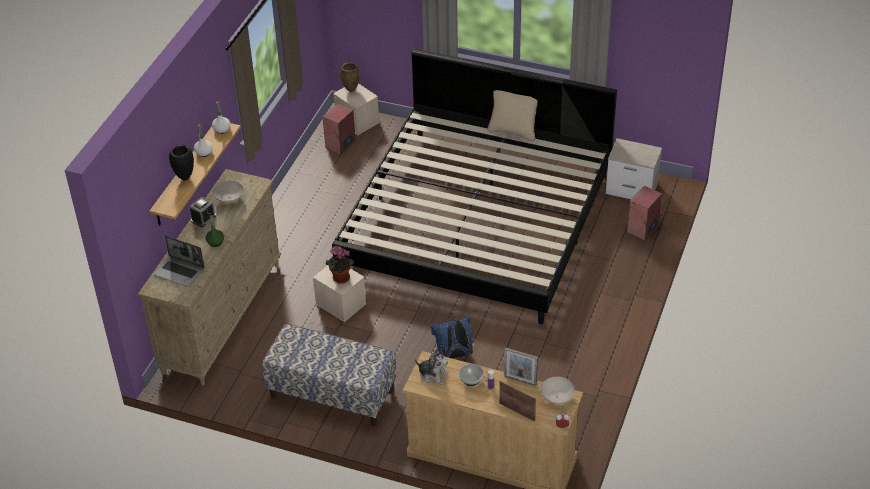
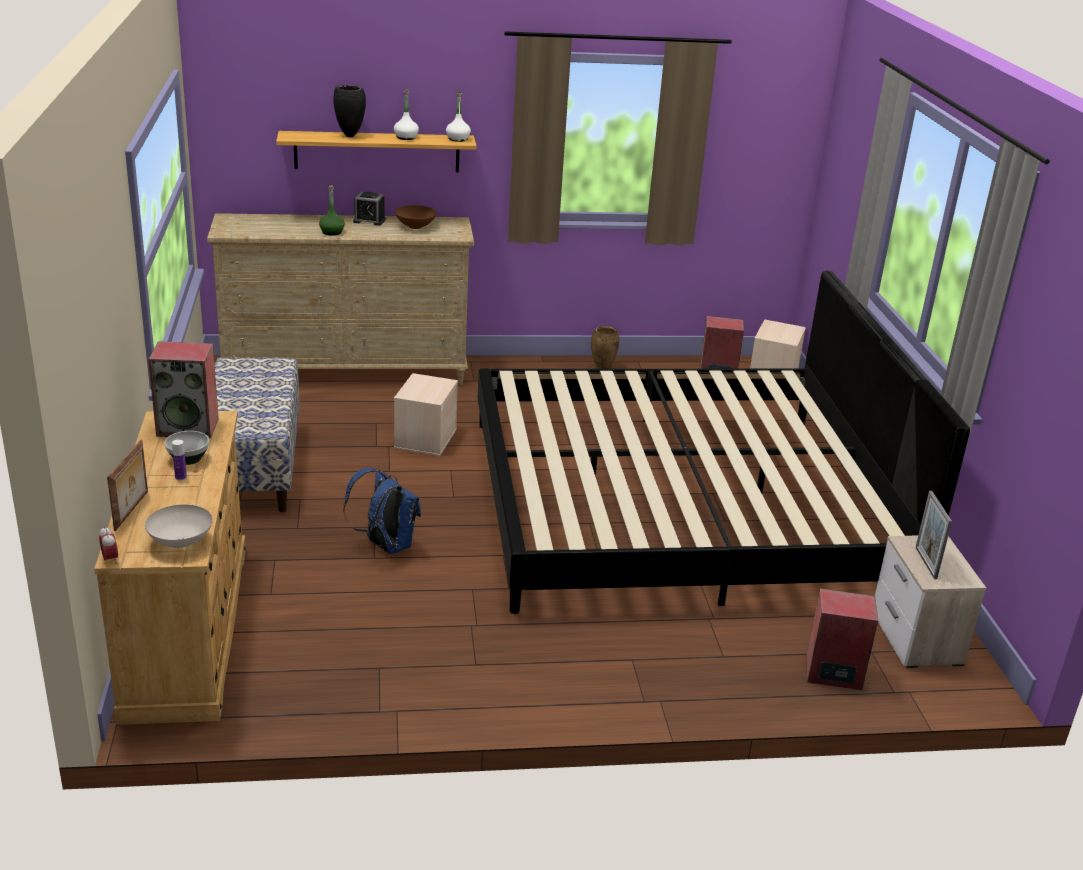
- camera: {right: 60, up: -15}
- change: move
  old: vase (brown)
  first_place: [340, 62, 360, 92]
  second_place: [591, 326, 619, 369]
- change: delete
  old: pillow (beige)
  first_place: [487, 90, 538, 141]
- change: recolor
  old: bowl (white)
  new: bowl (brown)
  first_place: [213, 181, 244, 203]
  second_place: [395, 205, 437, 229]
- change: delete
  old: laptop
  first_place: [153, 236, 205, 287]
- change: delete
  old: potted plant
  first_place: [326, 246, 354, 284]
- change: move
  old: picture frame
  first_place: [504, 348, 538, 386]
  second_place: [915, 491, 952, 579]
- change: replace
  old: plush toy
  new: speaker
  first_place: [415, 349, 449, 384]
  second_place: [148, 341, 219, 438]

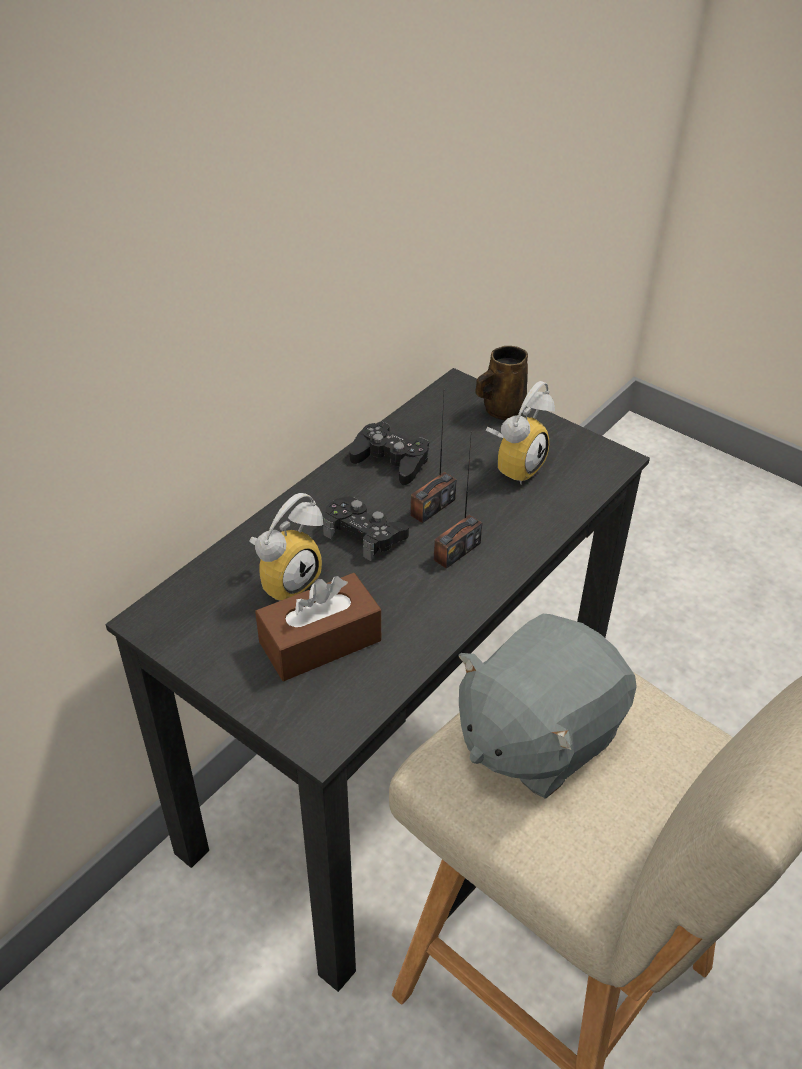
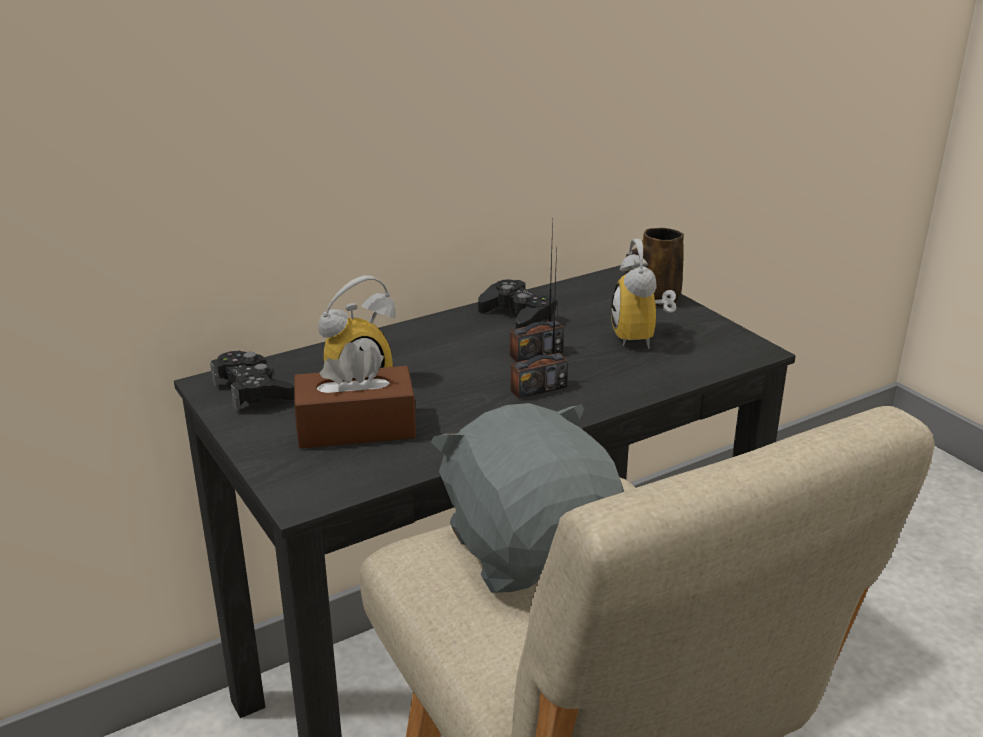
- camera: {right: 20, up: -15}
- change: rotate
  old: alarm clock
  first_place: [486, 381, 555, 485]
  second_place: [611, 239, 676, 349]
  degrees: 120
- change: move
  old: game controller (black)
  first_place: [323, 496, 409, 561]
  second_place: [210, 350, 294, 412]
- change: rotate
  old: plush toy (grey)
  first_place: [459, 614, 637, 799]
  second_place: [431, 403, 624, 593]
  degrees: 90

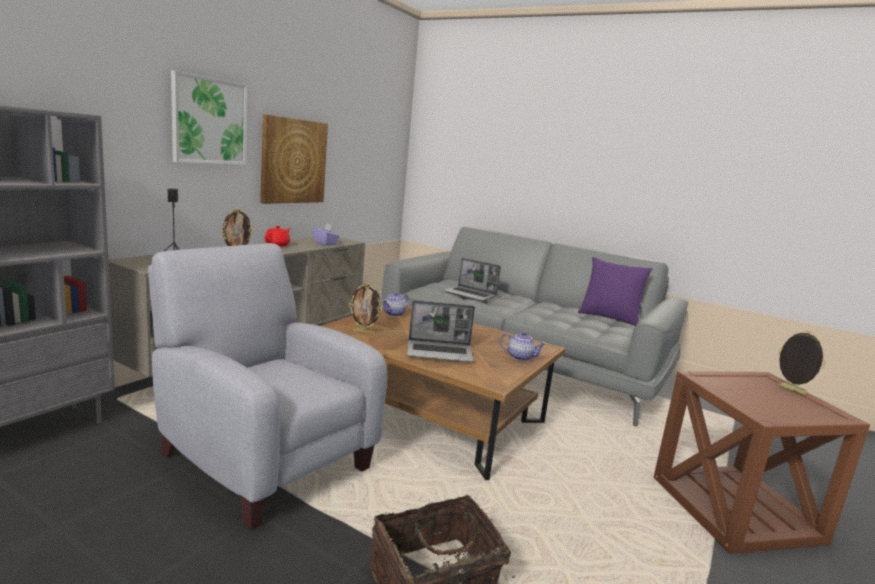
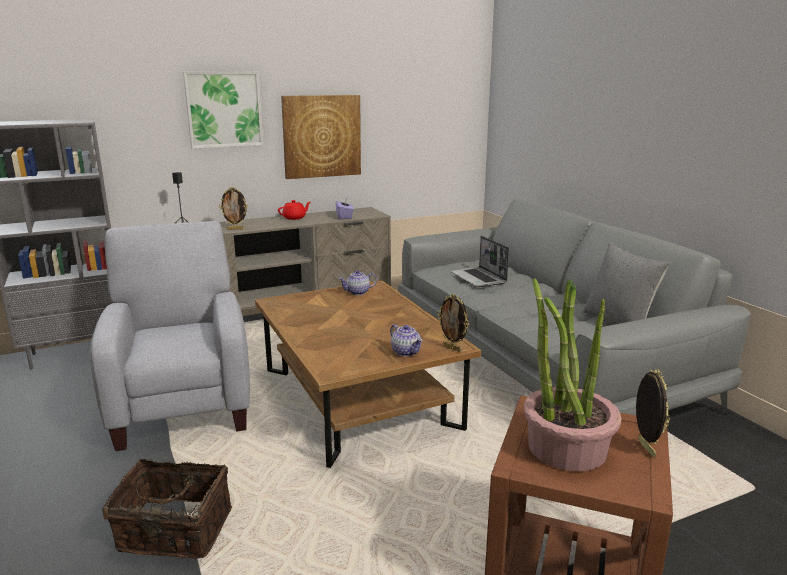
- camera: {right: 35, up: 5}
- change: recolor
  old: pillow (purple)
  new: pillow (grey)
  first_place: [578, 257, 653, 326]
  second_place: [583, 243, 670, 324]
- change: move
  old: picture frame
  first_place: [349, 283, 382, 334]
  second_place: [437, 294, 469, 352]
- change: delete
  old: laptop
  first_place: [407, 300, 475, 362]
- change: insert
  new: potted plant
  second_place: [524, 278, 622, 471]

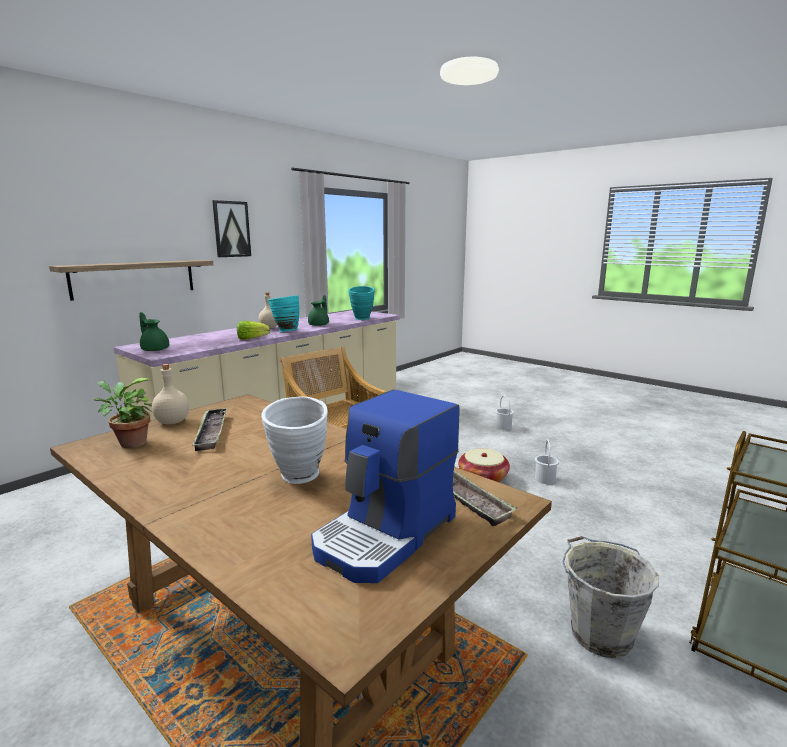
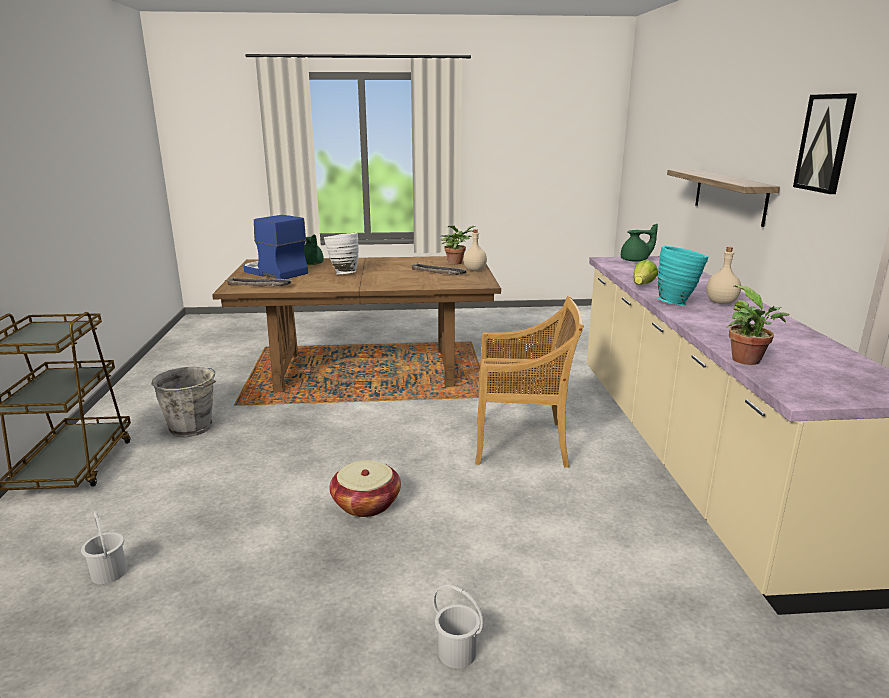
- camera: {right: 135, up: 5}
- change: replace
  old: vase (turquoise)
  new: potted plant
  first_place: [349, 286, 375, 320]
  second_place: [726, 285, 789, 365]
- change: move
  old: teapot (green)
  first_place: [308, 295, 329, 326]
  second_place: [304, 234, 324, 265]
- change: rotate
  old: coffee machine
  first_place: [311, 390, 460, 583]
  second_place: [244, 215, 308, 279]
  degrees: -45
- change: move
  old: bucket (white)
  first_place: [535, 439, 559, 484]
  second_place: [81, 511, 127, 584]

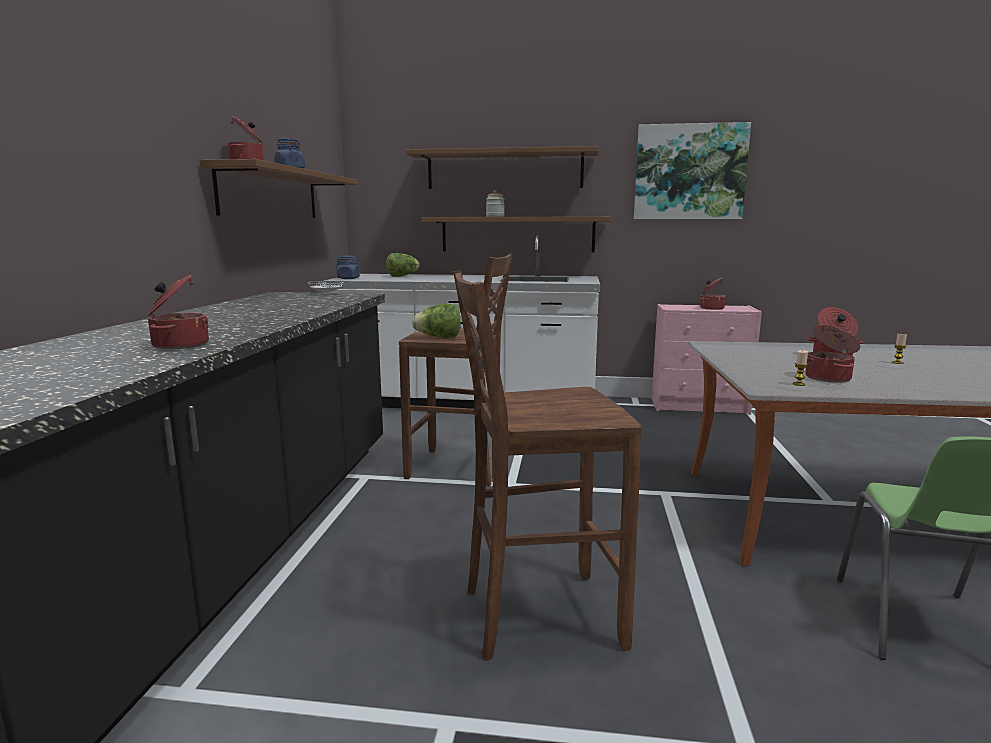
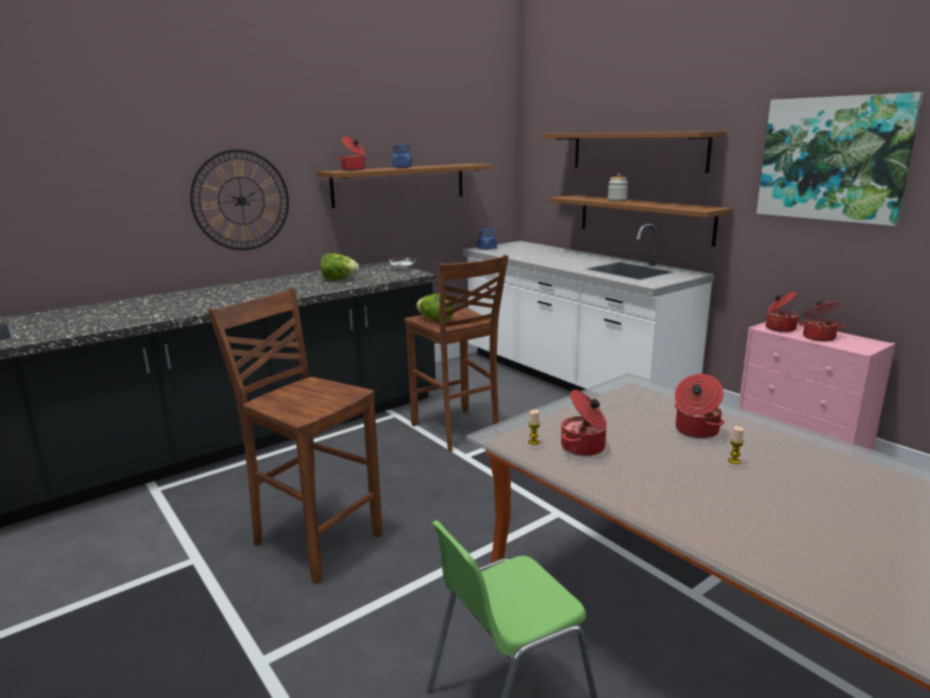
- camera: {right: 45, up: 5}
- change: move
  old: lettuce
  first_place: [386, 253, 420, 277]
  second_place: [321, 253, 359, 280]
- change: move
  old: cooking pot
  first_place: [147, 274, 209, 349]
  second_place: [766, 292, 799, 332]
- change: insert
  new: wall clock
  second_place: [190, 149, 289, 250]

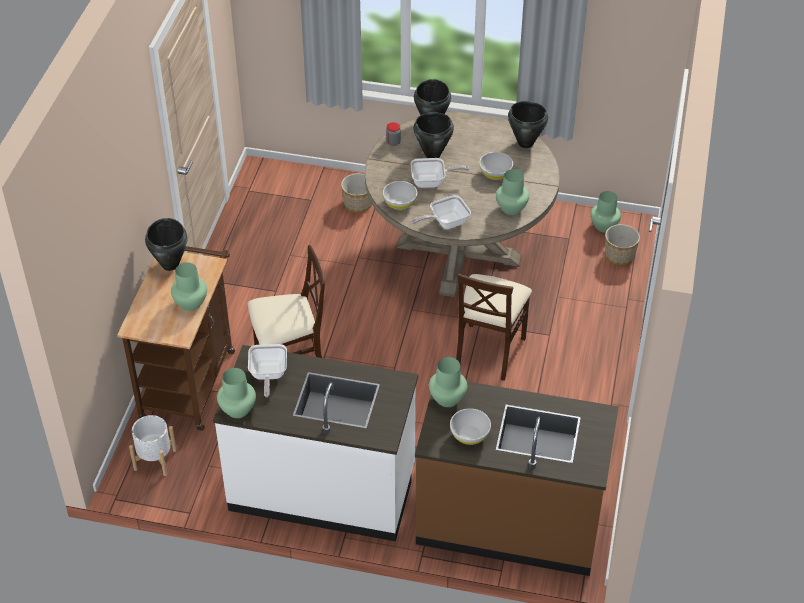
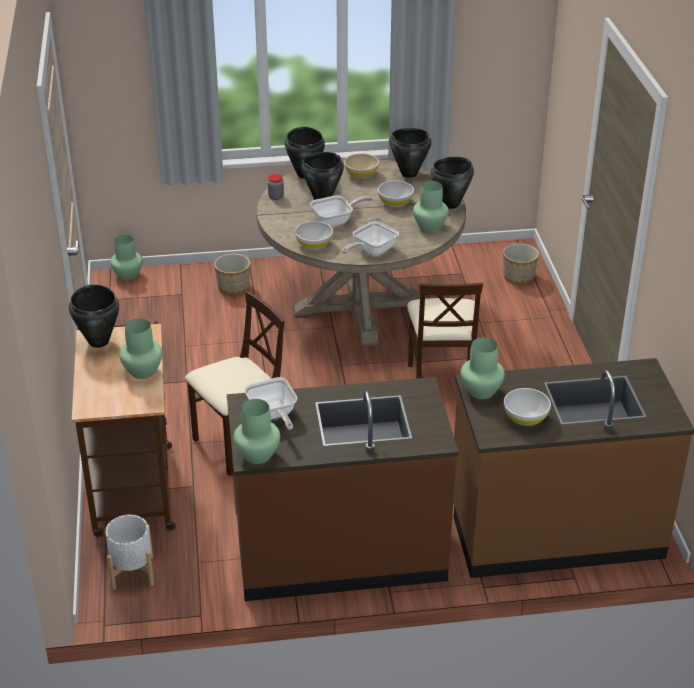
- camera: {right: -20, up: -10}
- change: move
  old: vase (green)
  first_place: [591, 191, 621, 232]
  second_place: [110, 235, 143, 281]
- change: recolor
  old: counter (white)
  new: counter (brown)
  first_place: [213, 345, 418, 541]
  second_place: [227, 377, 458, 601]
- change: insert
  new: bowl (beige)
  second_place: [344, 153, 379, 179]
- change: insert
  new: cooking pot (black)
  second_place: [431, 157, 474, 209]

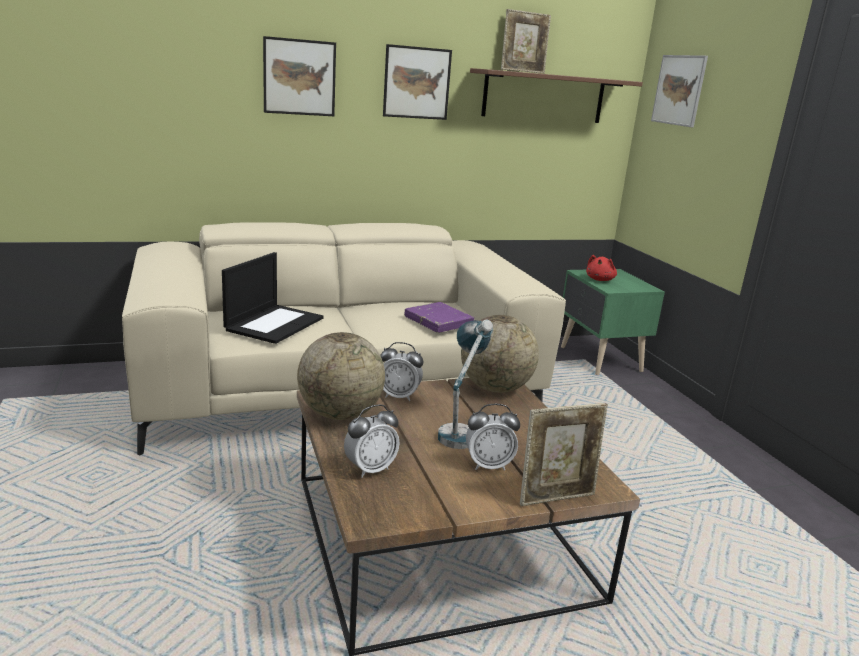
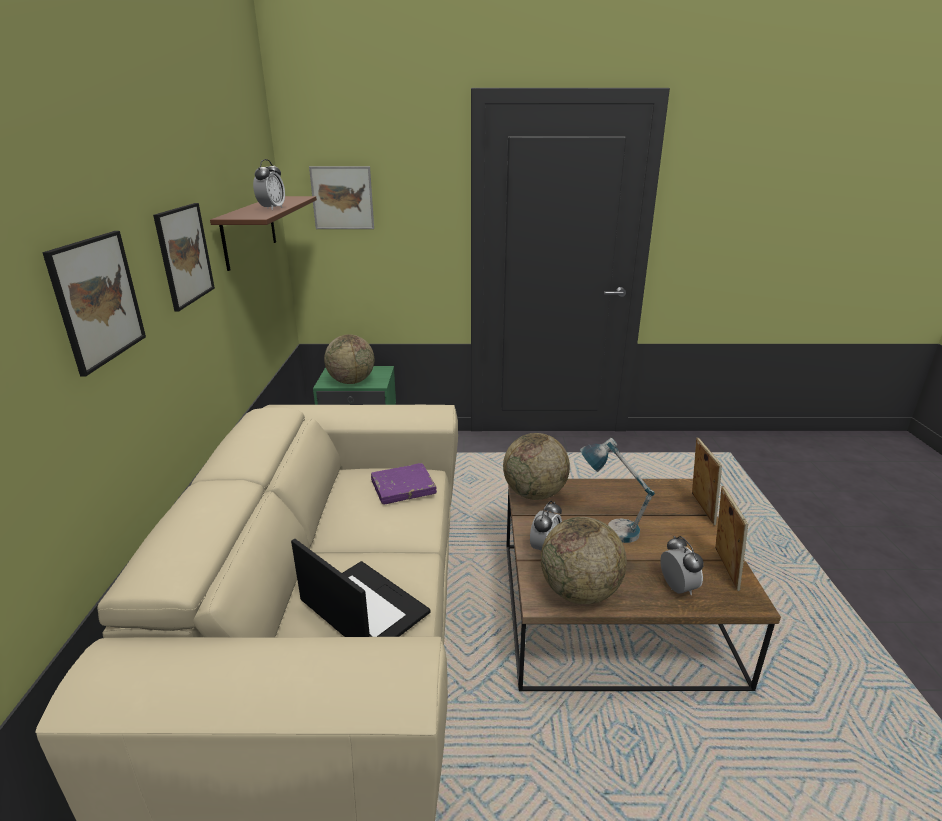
- camera: {right: -70, up: 5}
- change: move
  old: picture frame
  first_place: [501, 9, 551, 74]
  second_place: [715, 486, 748, 591]
- change: replace
  old: plush toy (red)
  new: globe
  first_place: [586, 255, 617, 281]
  second_place: [324, 334, 374, 384]
- change: move
  old: alarm clock
  first_place: [466, 404, 520, 471]
  second_place: [253, 159, 285, 210]

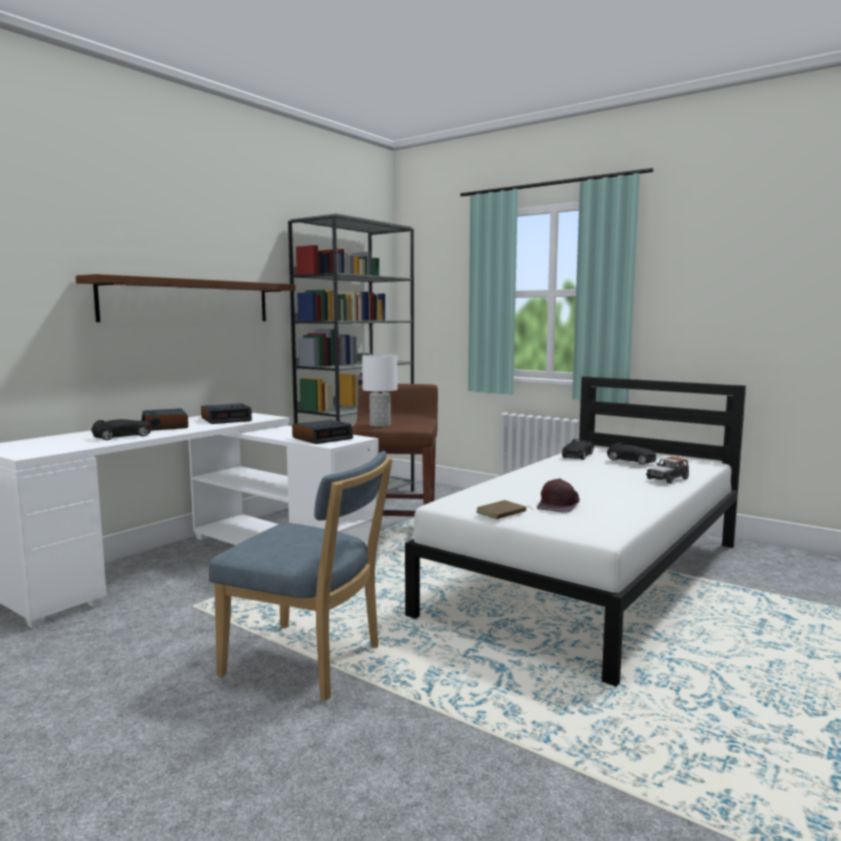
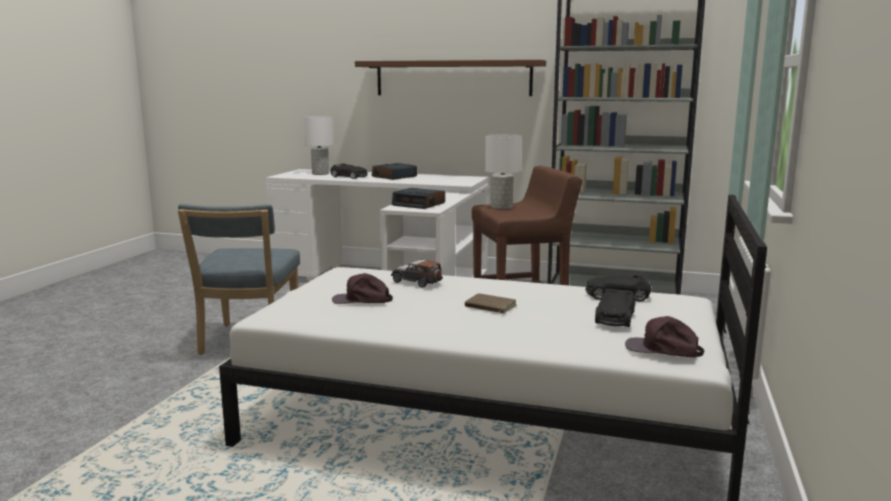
- camera: {right: 70, up: 5}
- change: delete
  old: alarm clock
  first_place: [201, 403, 252, 424]
- change: move
  old: toy car
  first_place: [646, 457, 689, 484]
  second_place: [391, 260, 443, 288]
- change: move
  old: book (brown)
  first_place: [476, 500, 533, 519]
  second_place: [465, 293, 517, 314]
- change: insert
  new: table lamp (white)
  second_place: [304, 116, 334, 175]
- change: insert
  new: cap (brown)
  second_place: [625, 316, 704, 358]

